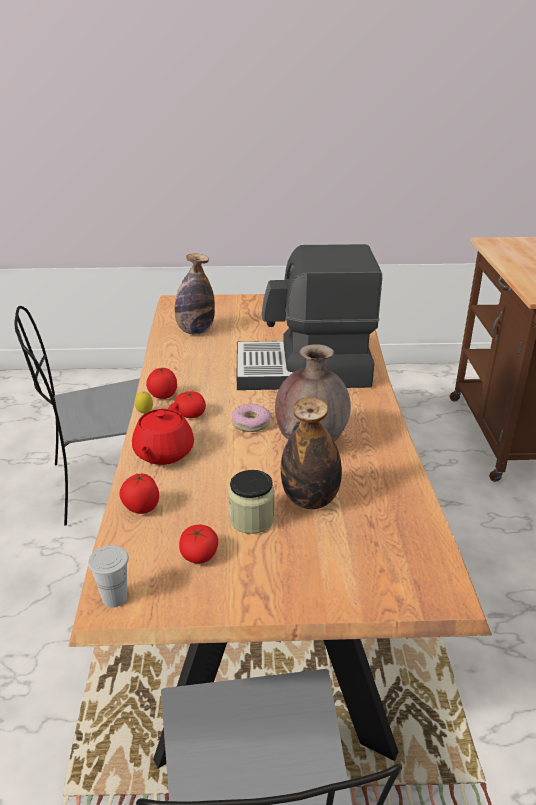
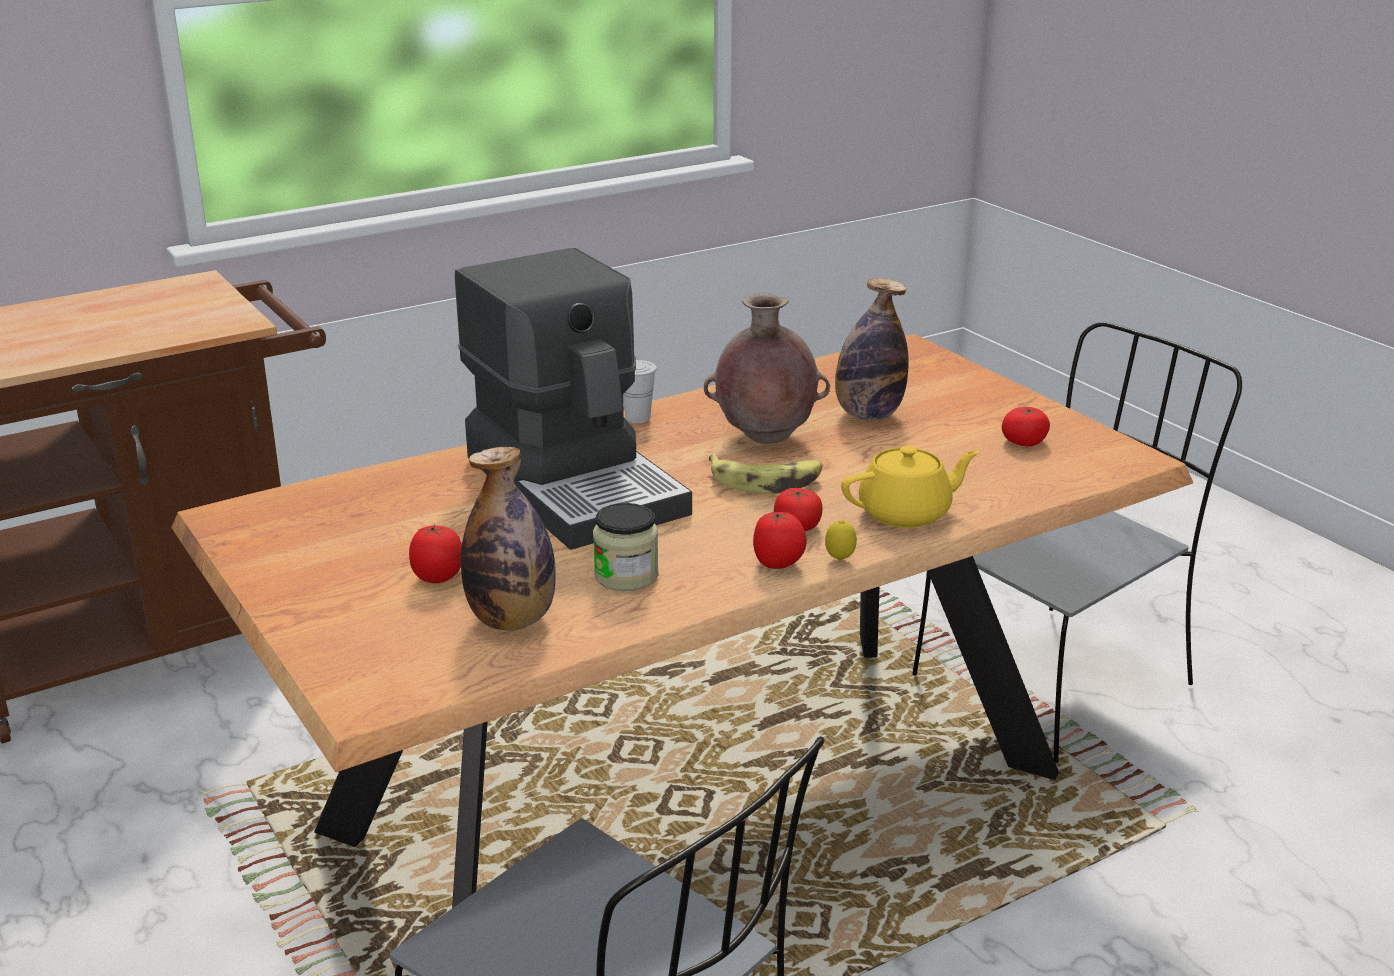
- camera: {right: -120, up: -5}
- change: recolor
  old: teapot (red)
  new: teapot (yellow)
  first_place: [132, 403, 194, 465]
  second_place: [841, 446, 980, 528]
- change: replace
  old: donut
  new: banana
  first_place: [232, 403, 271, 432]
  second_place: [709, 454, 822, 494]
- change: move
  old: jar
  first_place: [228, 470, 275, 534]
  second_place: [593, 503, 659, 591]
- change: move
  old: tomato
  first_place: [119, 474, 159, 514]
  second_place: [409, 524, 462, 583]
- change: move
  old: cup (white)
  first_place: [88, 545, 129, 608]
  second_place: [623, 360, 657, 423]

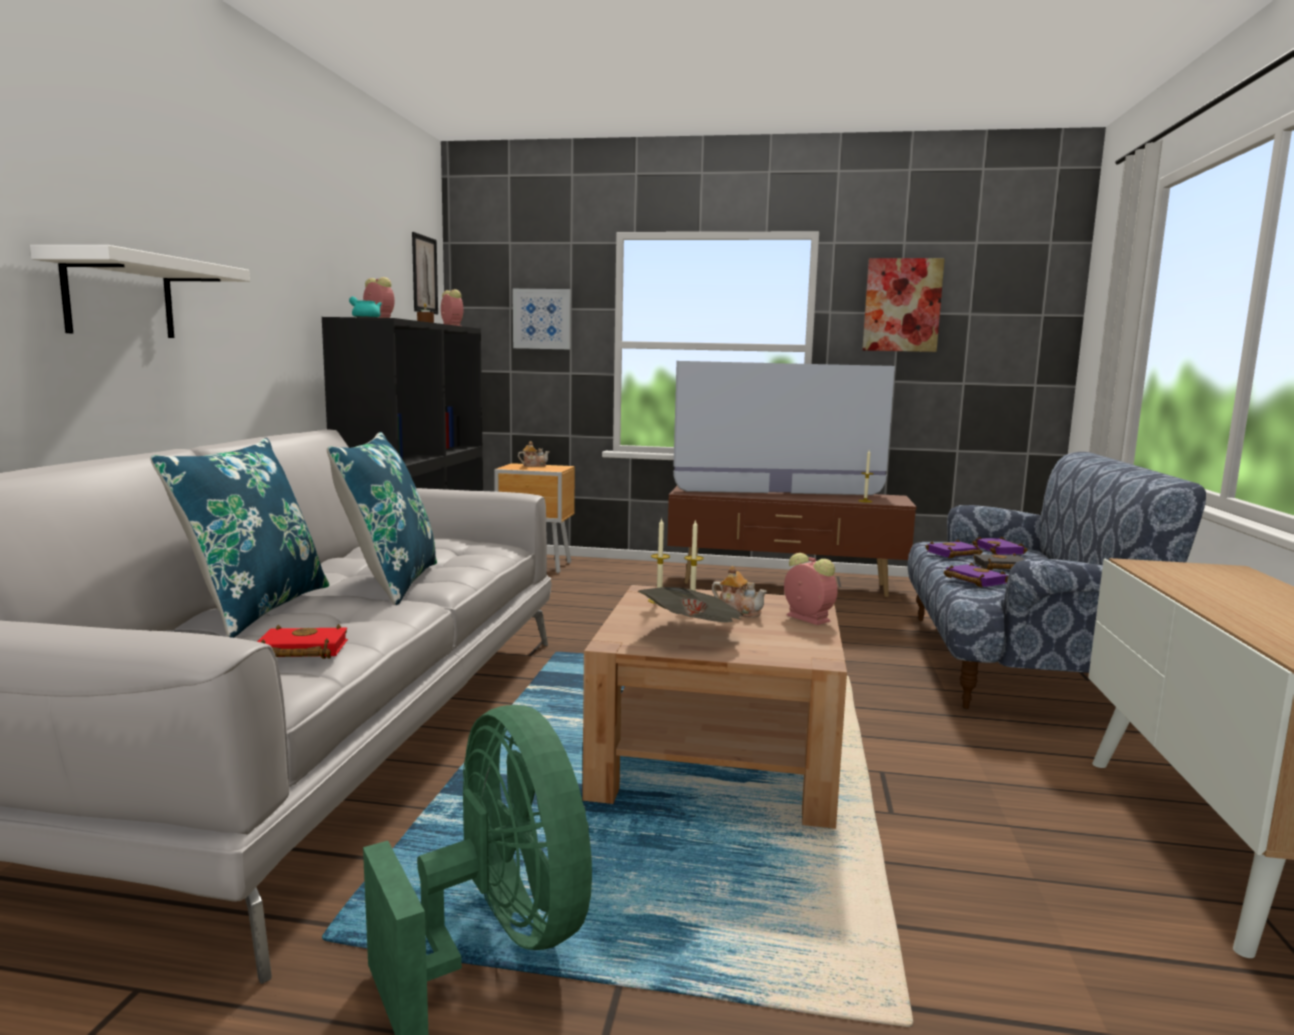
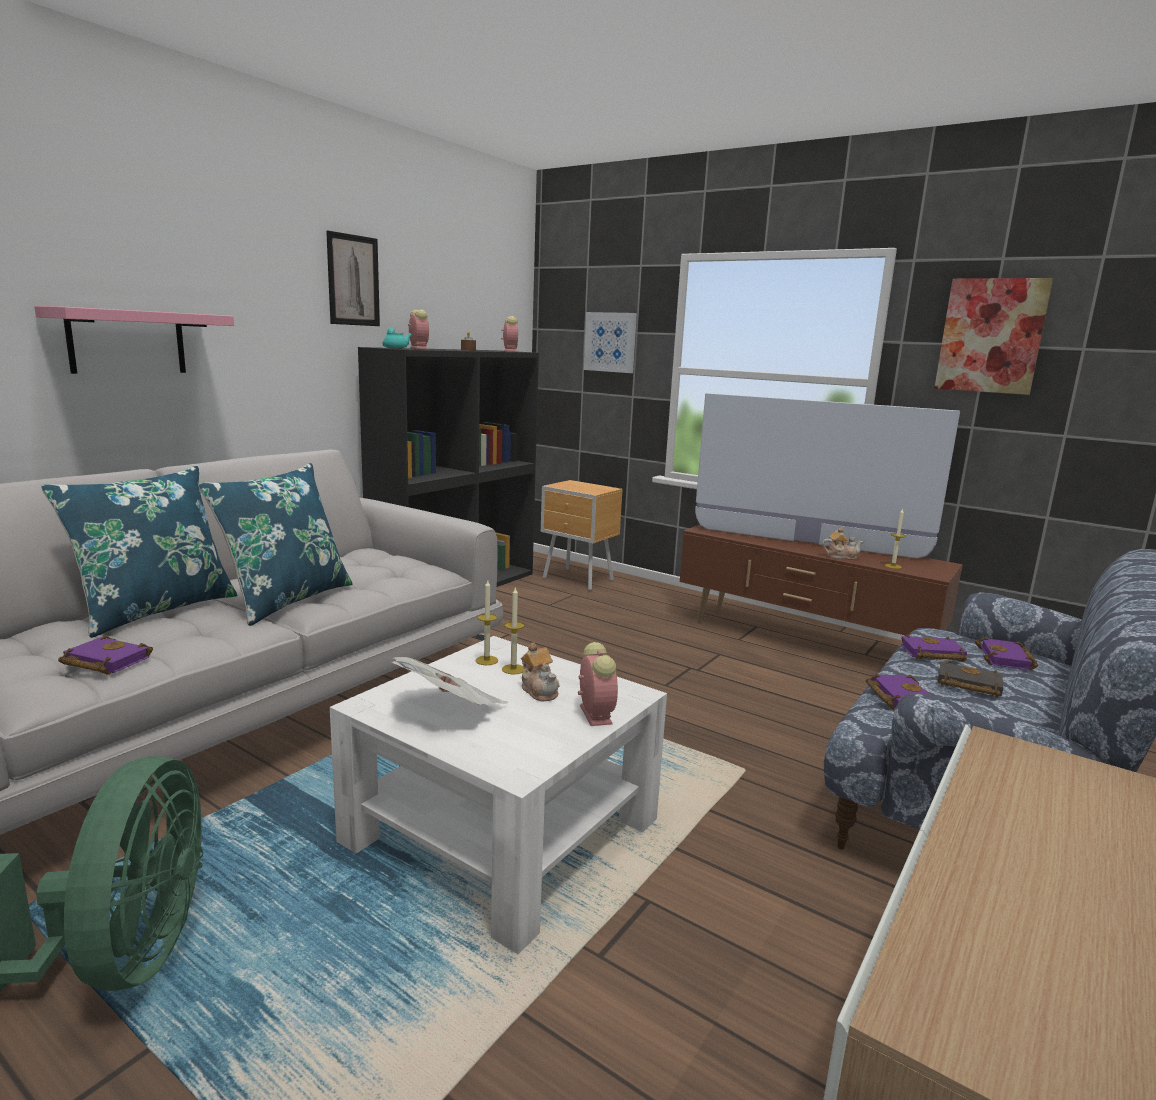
- camera: {right: 25, up: 5}
- change: move
  old: picture
  first_place: [412, 232, 438, 314]
  second_place: [326, 230, 380, 326]
- change: recolor
  old: shelf (white)
  new: shelf (pink)
  first_place: [30, 245, 250, 338]
  second_place: [34, 306, 234, 374]
- change: move
  old: teapot
  first_place: [518, 441, 550, 467]
  second_place: [822, 527, 864, 560]
- change: recolor
  old: coffee table (brown)
  new: coffee table (white)
  first_place: [582, 585, 847, 829]
  second_place: [330, 636, 667, 954]
- change: recolor
  old: book (red)
  new: book (purple)
  first_place: [257, 624, 348, 659]
  second_place: [58, 635, 153, 675]

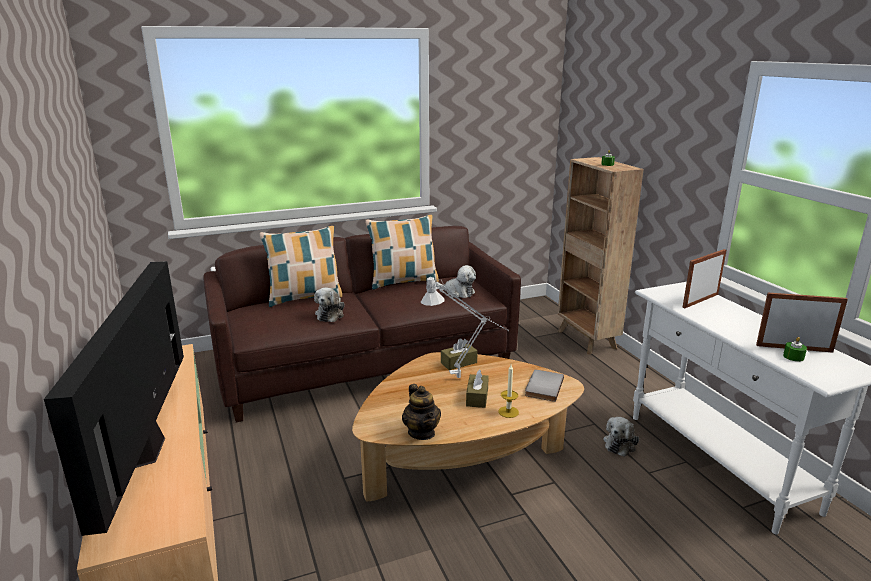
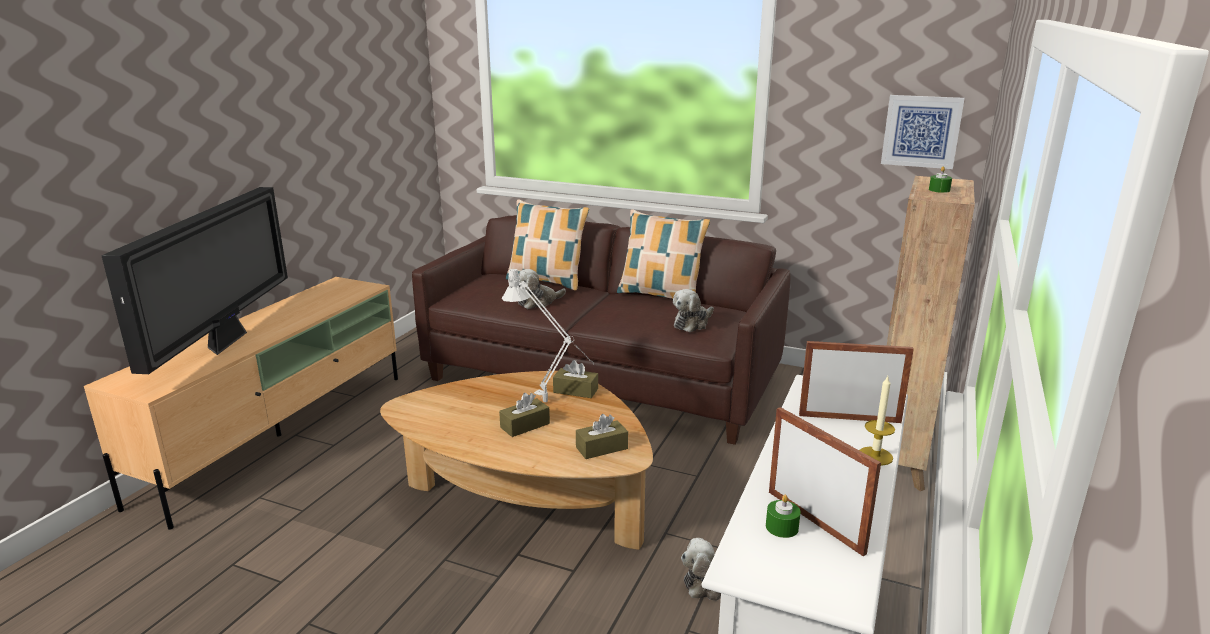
- camera: {right: 45, up: 0}
- change: rotate
  old: television
  first_place: [44, 261, 184, 536]
  second_place: [101, 187, 288, 374]
  degrees: 150
- change: rotate
  old: plush toy
  first_place: [435, 265, 476, 298]
  second_place: [673, 289, 714, 332]
  degrees: 60
- change: move
  old: candle
  first_place: [498, 365, 519, 418]
  second_place: [859, 376, 895, 466]
- change: replace
  old: book (grey)
  new: tissue box (brown)
  first_place: [525, 370, 564, 402]
  second_place: [576, 414, 628, 459]
- change: delete
  old: teapot
  first_place: [402, 384, 441, 440]
- change: insert
  new: picture
  second_place: [881, 95, 965, 169]

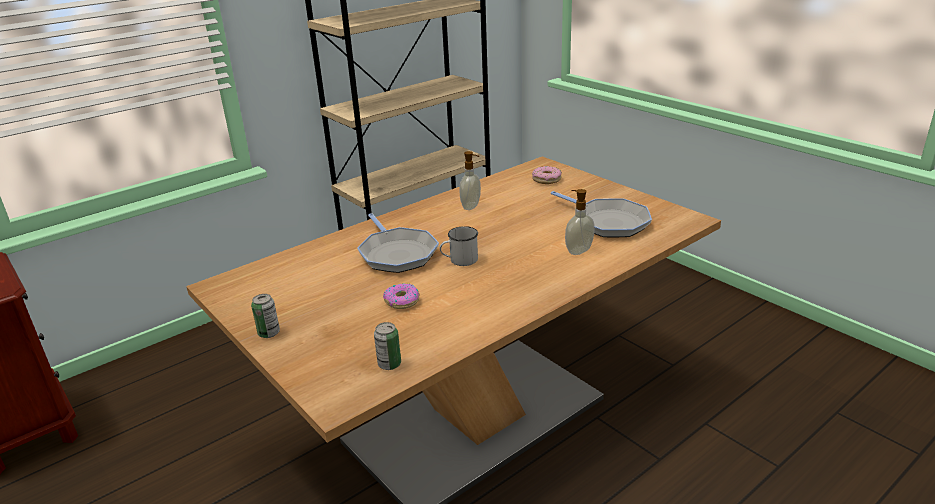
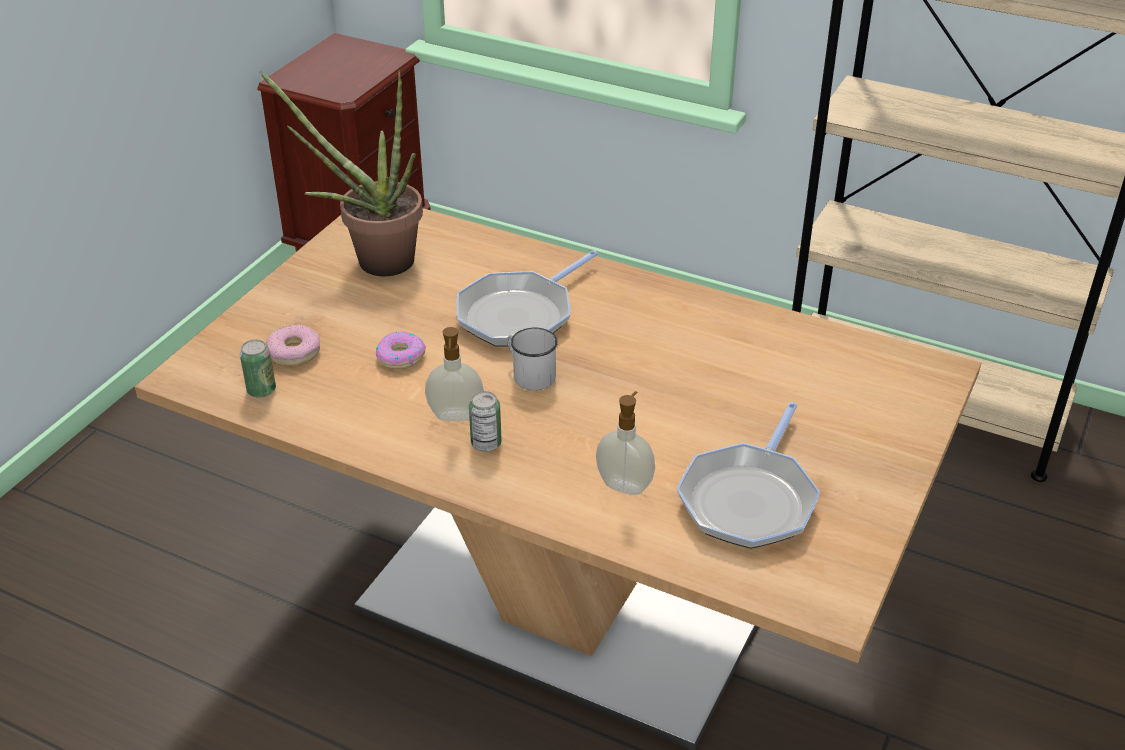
- camera: {right: 65, up: 10}
- change: move
  old: soap dispenser
  first_place: [459, 151, 481, 210]
  second_place: [425, 327, 484, 421]
- change: move
  old: donut
  first_place: [532, 166, 562, 184]
  second_place: [266, 324, 320, 366]
- change: move
  old: can
  first_place: [251, 294, 280, 338]
  second_place: [469, 391, 502, 452]
- change: insert
  new: potted plant
  second_place: [259, 70, 423, 276]

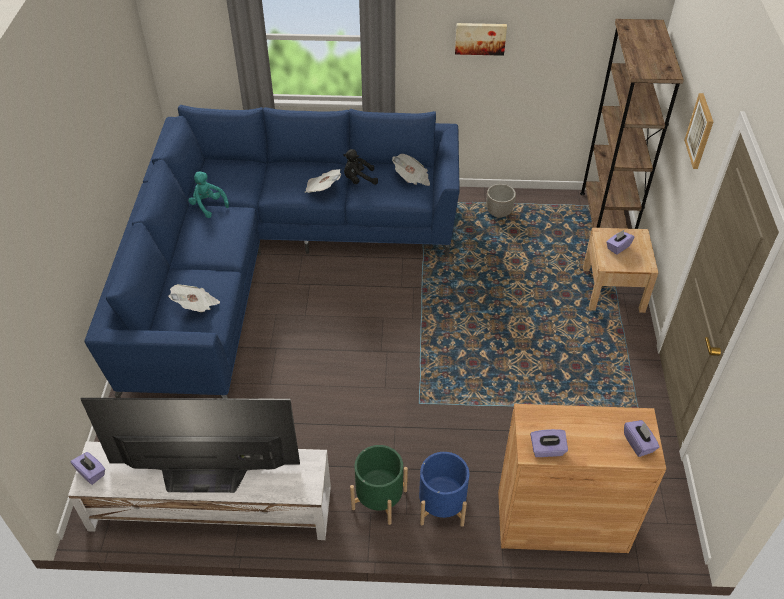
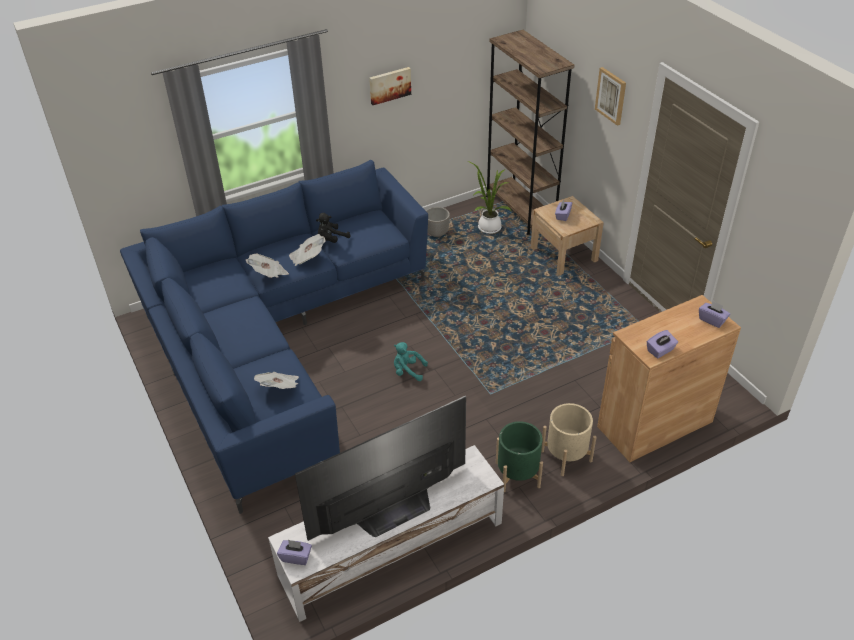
- camera: {right: -30, up: -5}
- change: move
  old: newspaper
  first_place: [392, 154, 430, 186]
  second_place: [245, 254, 289, 278]
- change: move
  old: plush toy (turquoise)
  first_place: [188, 171, 229, 218]
  second_place: [394, 342, 428, 381]
- change: recolor
  old: planter (blue)
  new: planter (beige)
  first_place: [419, 452, 469, 527]
  second_place: [541, 403, 596, 476]
- change: insert
  new: potted plant
  second_place: [468, 161, 511, 234]

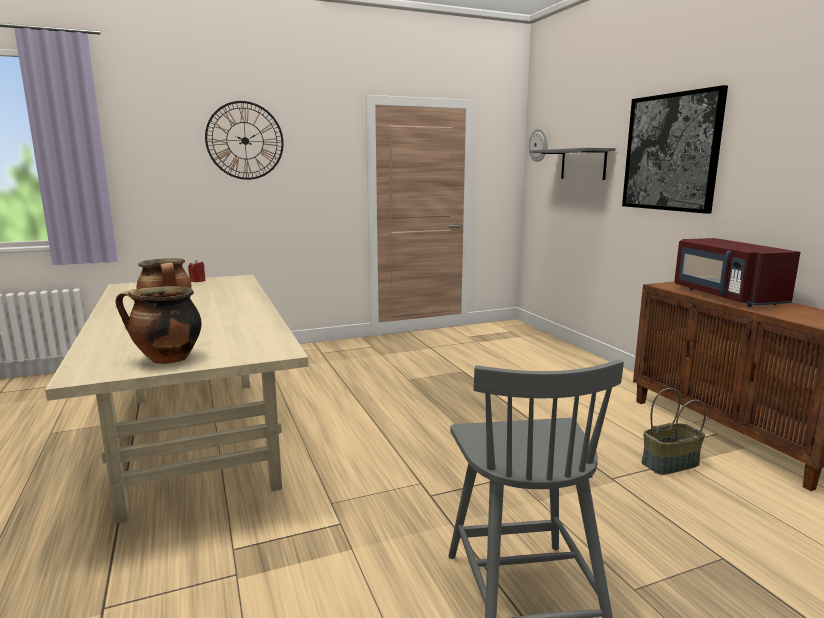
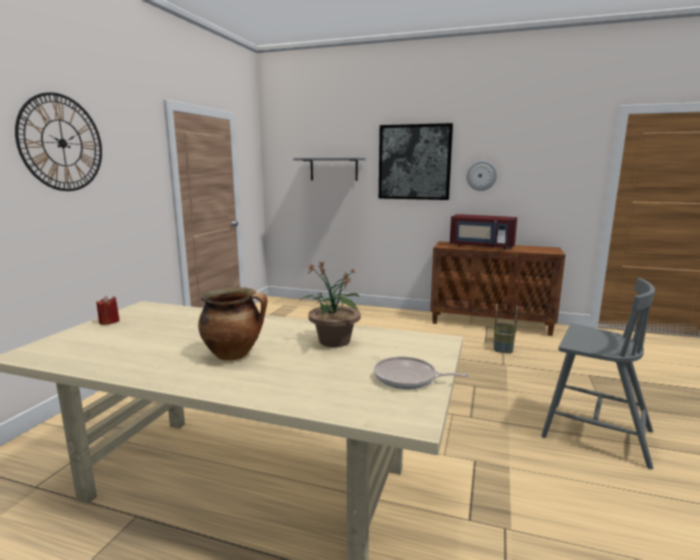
- camera: {right: -50, up: 0}
- change: move
  old: wall clock
  first_place: [529, 128, 548, 162]
  second_place: [466, 161, 497, 191]
- change: replace
  old: cooking pot
  new: frying pan
  first_place: [116, 286, 201, 364]
  second_place: [374, 357, 470, 389]
- change: insert
  new: potted plant
  second_place: [300, 261, 361, 347]

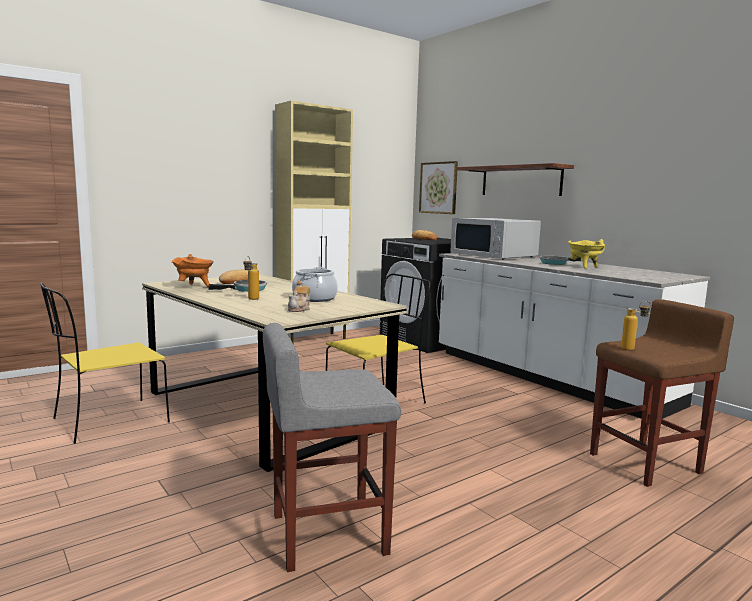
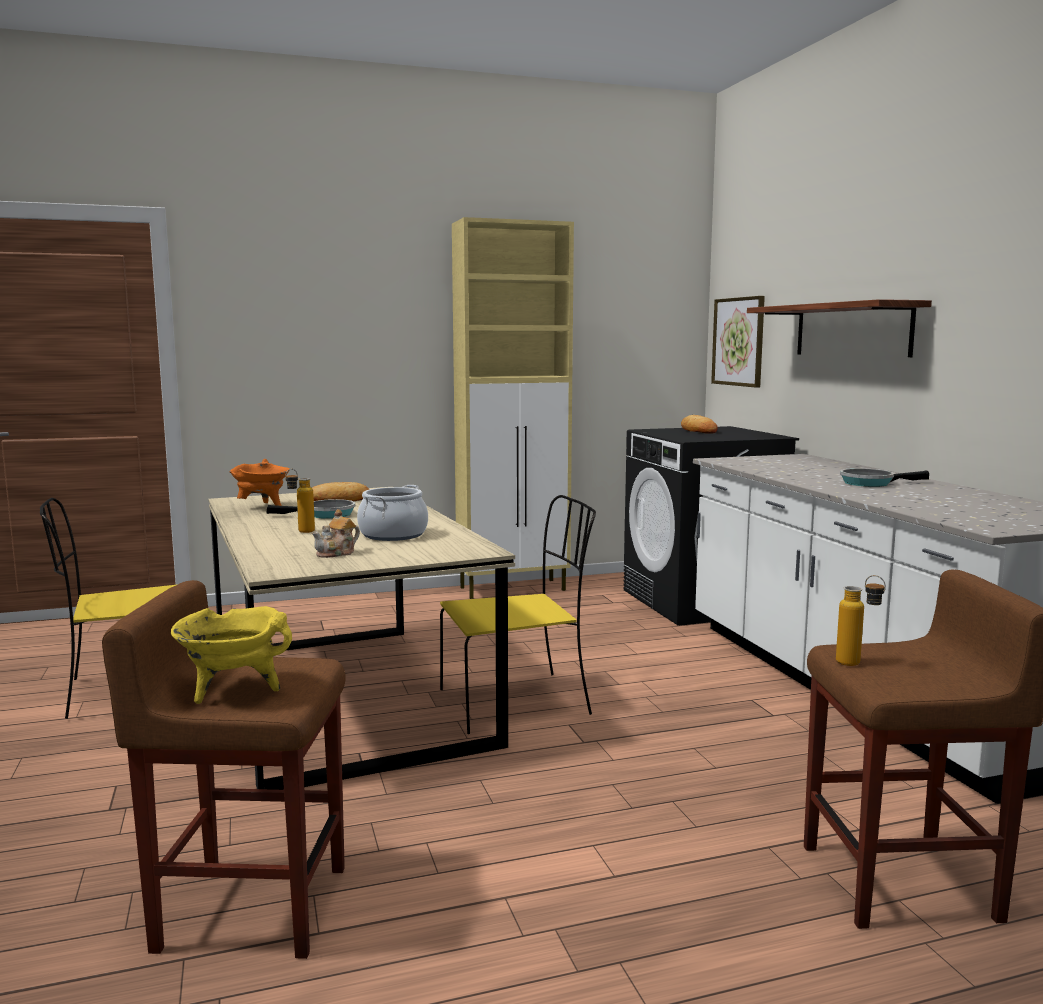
- camera: {right: 20, up: 0}
- change: delete
  old: microwave (white)
  first_place: [450, 218, 541, 260]
- change: move
  old: cooking pot (yellow)
  first_place: [568, 239, 605, 269]
  second_place: [171, 606, 292, 704]
- change: recolor
  old: stool (grey)
  new: stool (brown)
  first_place: [263, 323, 401, 572]
  second_place: [102, 580, 346, 959]

